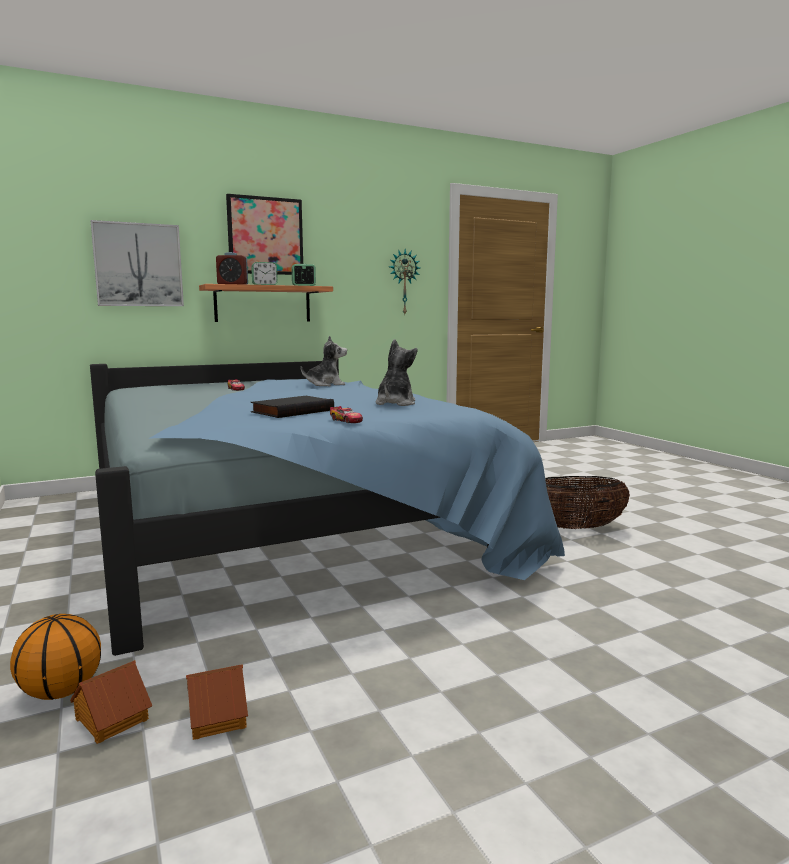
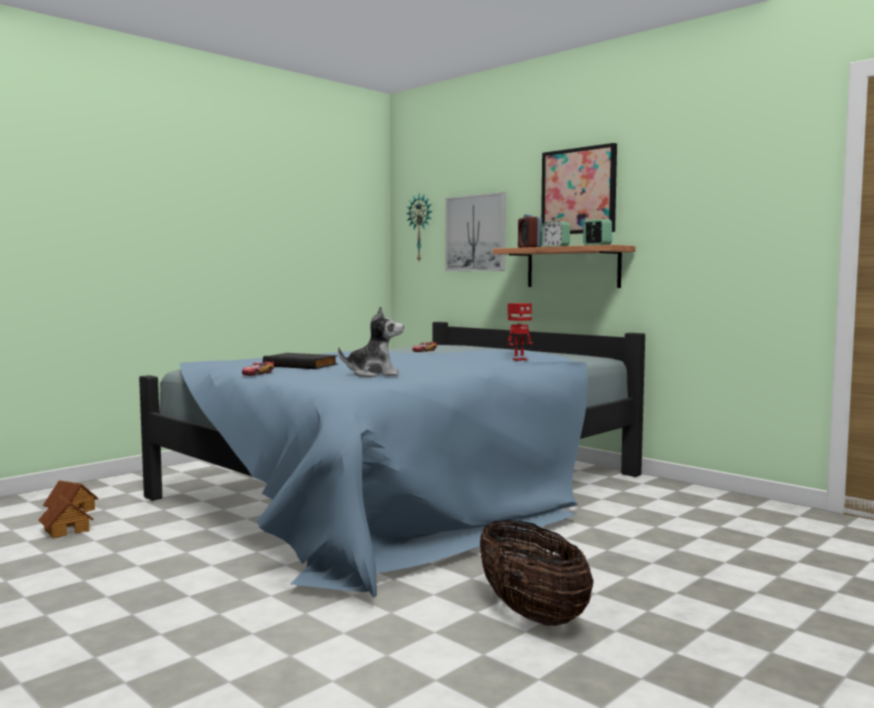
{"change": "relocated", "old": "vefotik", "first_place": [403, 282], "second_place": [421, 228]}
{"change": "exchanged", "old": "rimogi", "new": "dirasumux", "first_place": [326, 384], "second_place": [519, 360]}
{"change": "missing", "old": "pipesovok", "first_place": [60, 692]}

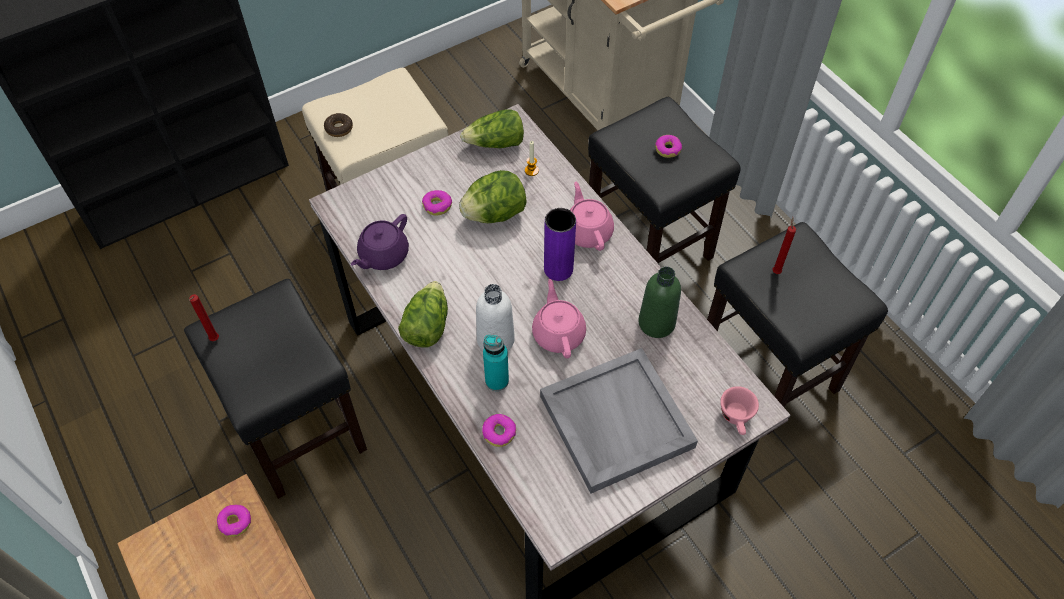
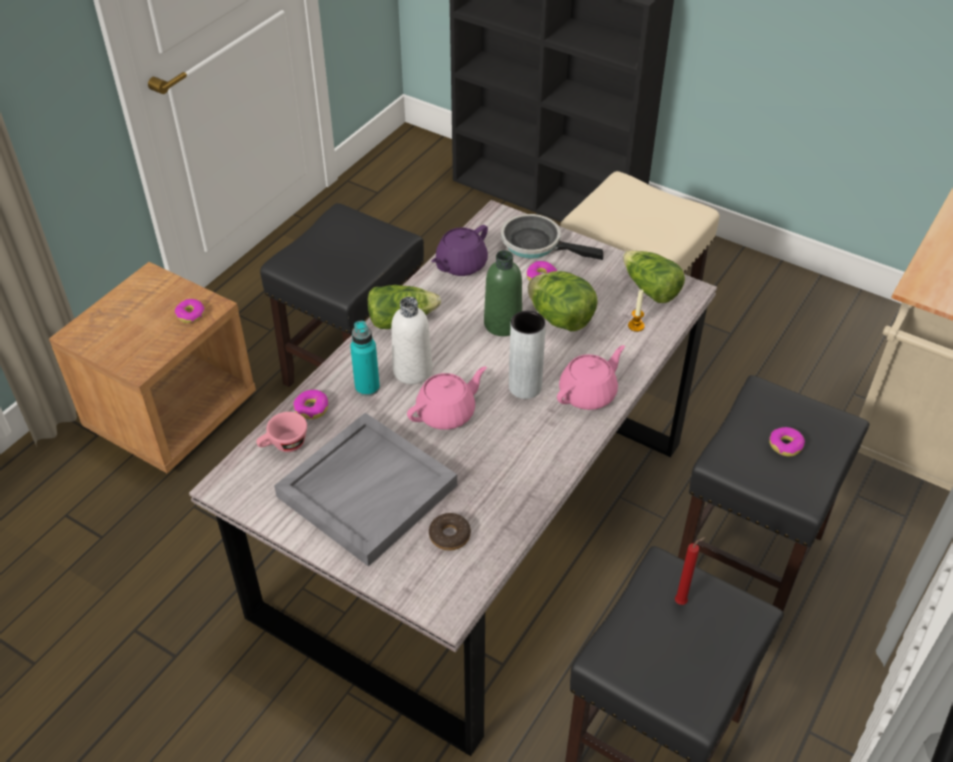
{"change": "relocated", "old": "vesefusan", "first_place": [339, 128], "second_place": [449, 535]}
{"change": "colour", "old": "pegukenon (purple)", "new": "pegukenon (grey)", "first_place": [558, 269], "second_place": [525, 387]}
{"change": "spun", "old": "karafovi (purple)", "first_place": [383, 255], "second_place": [460, 265], "degrees": -60}
{"change": "relocated", "old": "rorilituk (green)", "first_place": [656, 323], "second_place": [502, 324]}
{"change": "missing", "old": "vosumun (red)", "first_place": [214, 340]}
{"change": "relocated", "old": "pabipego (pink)", "first_place": [737, 419], "second_place": [284, 445]}
{"change": "appeared", "new": "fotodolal", "second_place": [536, 244]}

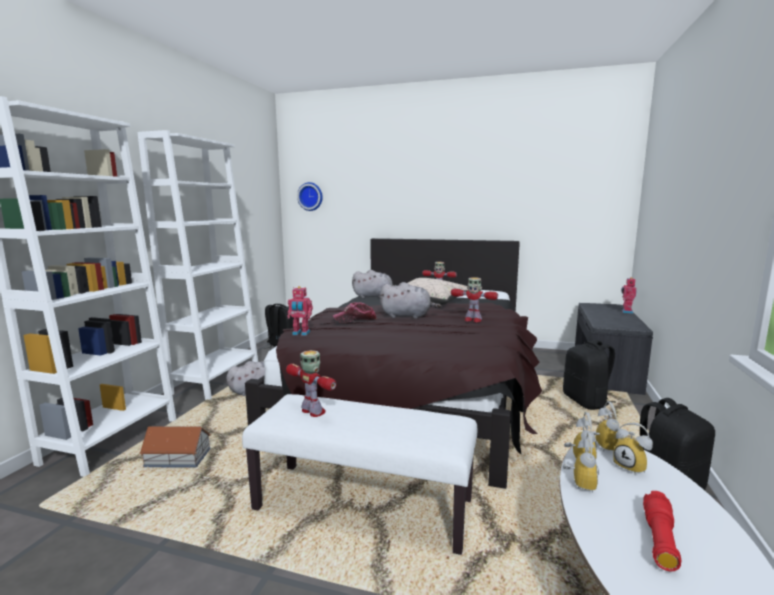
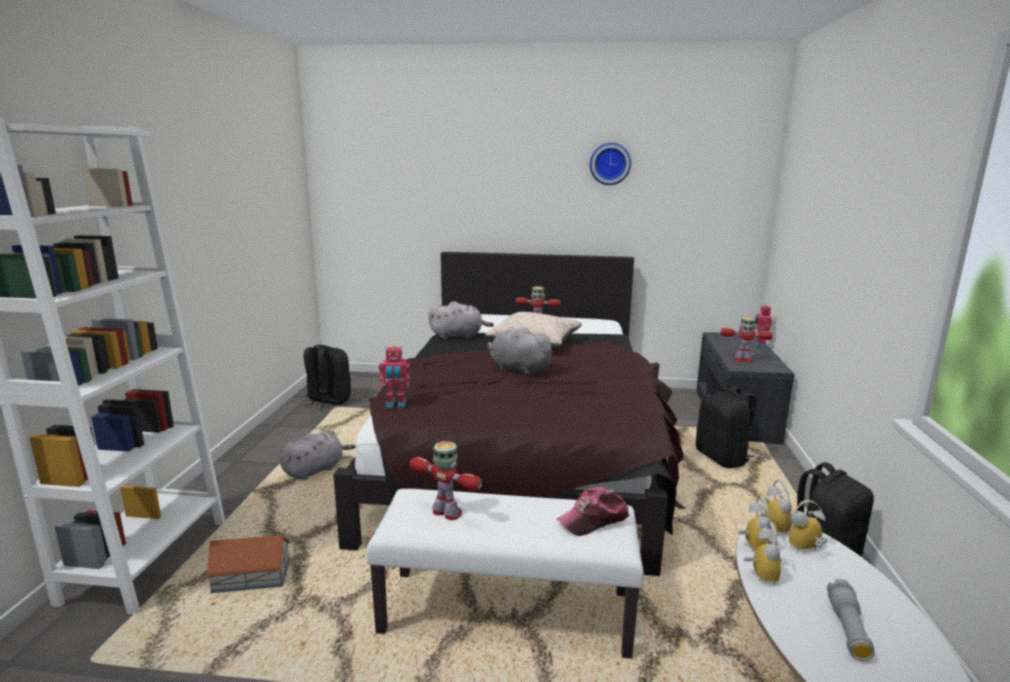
{"change": "missing", "old": "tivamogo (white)", "first_place": [216, 381]}
{"change": "relocated", "old": "vefotik", "first_place": [310, 196], "second_place": [610, 164]}
{"change": "relocated", "old": "dirasumux", "first_place": [472, 320], "second_place": [742, 360]}
{"change": "spun", "old": "rimogi (grey)", "first_place": [408, 316], "second_place": [517, 369], "degrees": -150}
{"change": "relocated", "old": "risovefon", "first_place": [355, 319], "second_place": [593, 519]}
{"change": "spun", "old": "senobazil", "first_place": [632, 467], "second_place": [806, 550], "degrees": 120}
{"change": "colour", "old": "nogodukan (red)", "new": "nogodukan (grey)", "first_place": [659, 539], "second_place": [847, 628]}

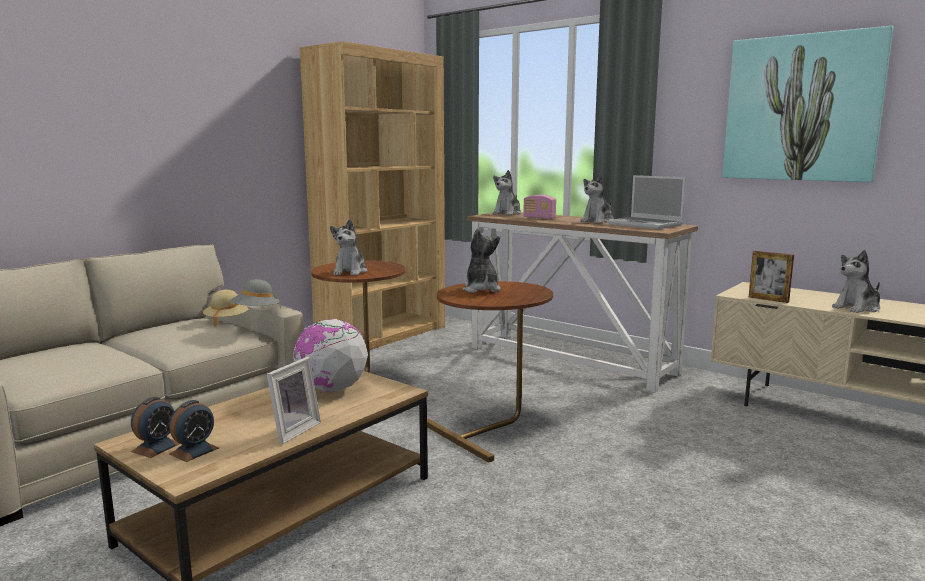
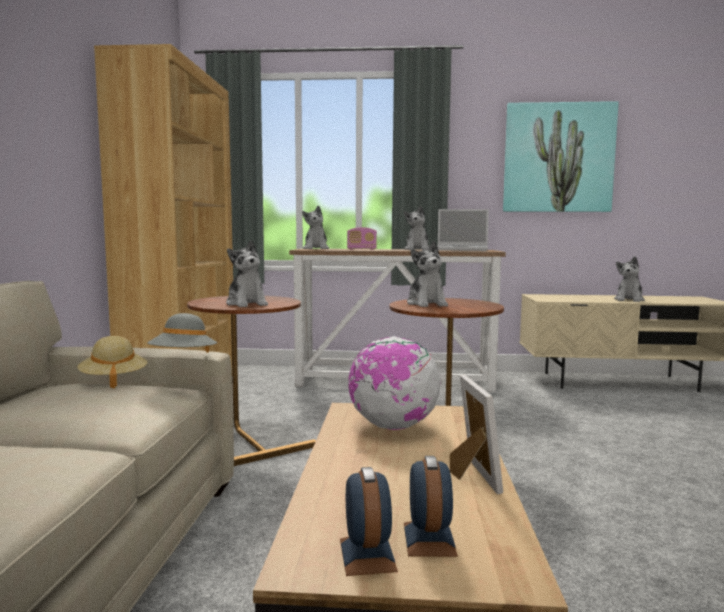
{"change": "spun", "old": "rimogi", "first_place": [481, 289], "second_place": [427, 304], "degrees": -150}
{"change": "missing", "old": "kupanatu", "first_place": [768, 299]}

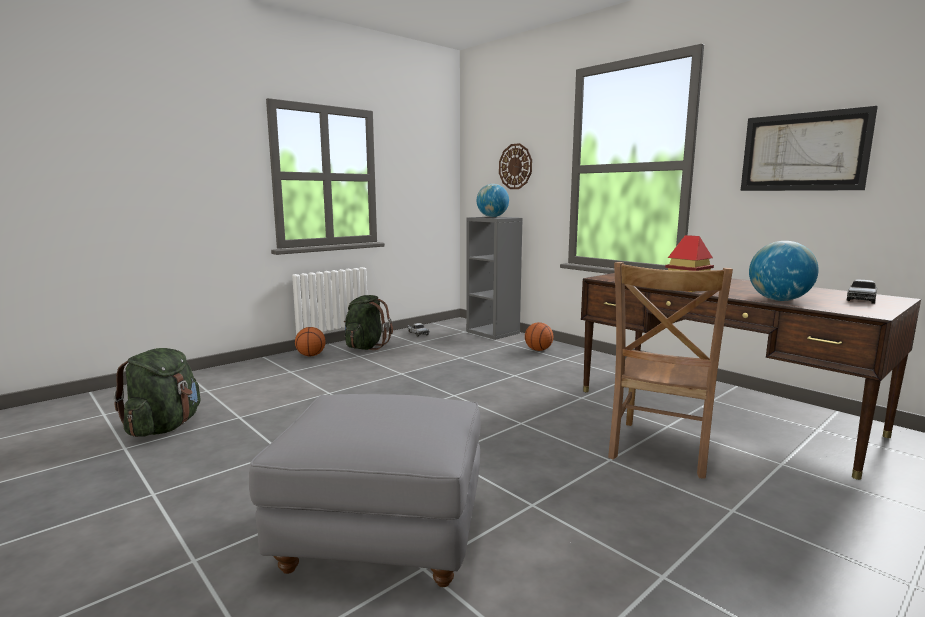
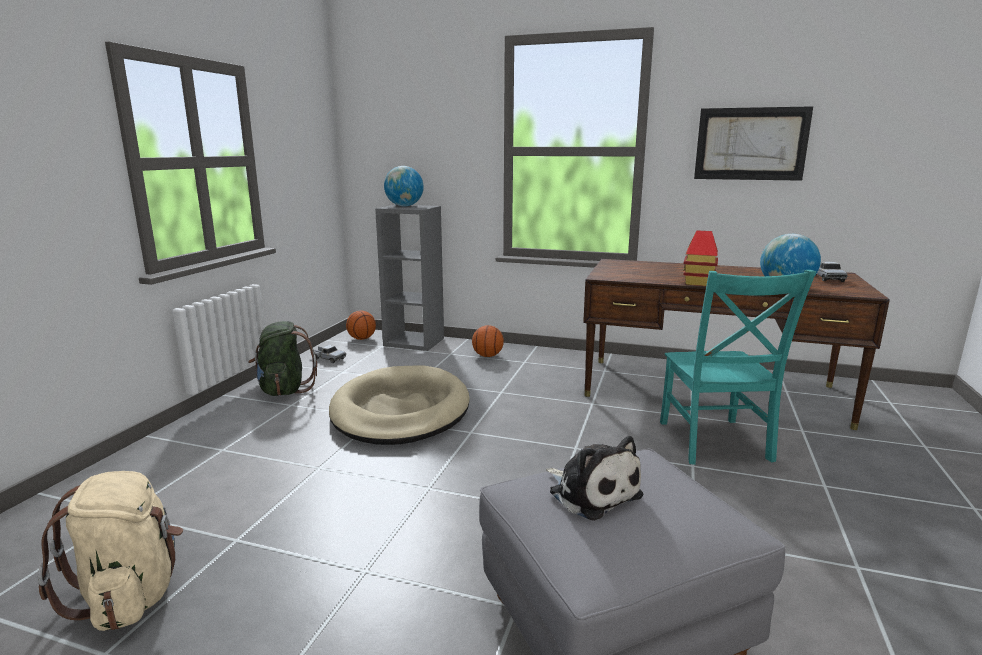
{"change": "missing", "old": "vefotik", "first_place": [515, 166]}
{"change": "colour", "old": "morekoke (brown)", "new": "morekoke (turquoise)", "first_place": [659, 450], "second_place": [715, 443]}
{"change": "relocated", "old": "pipesovok", "first_place": [311, 355], "second_place": [362, 339]}
{"change": "colour", "old": "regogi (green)", "new": "regogi (beige)", "first_place": [164, 427], "second_place": [131, 595]}
{"change": "appeared", "new": "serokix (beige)", "second_place": [401, 411]}
{"change": "appeared", "new": "rimogi", "second_place": [592, 492]}

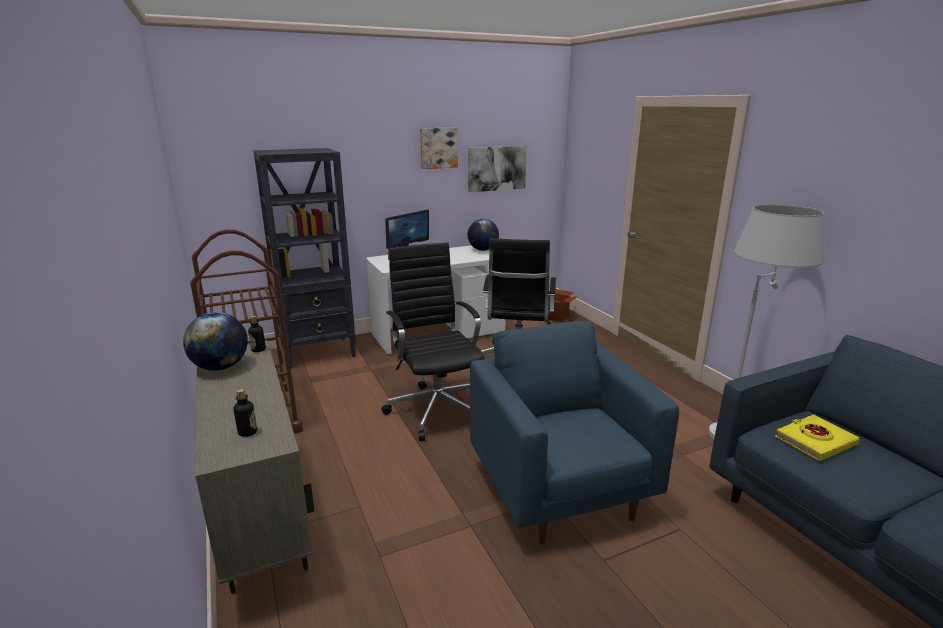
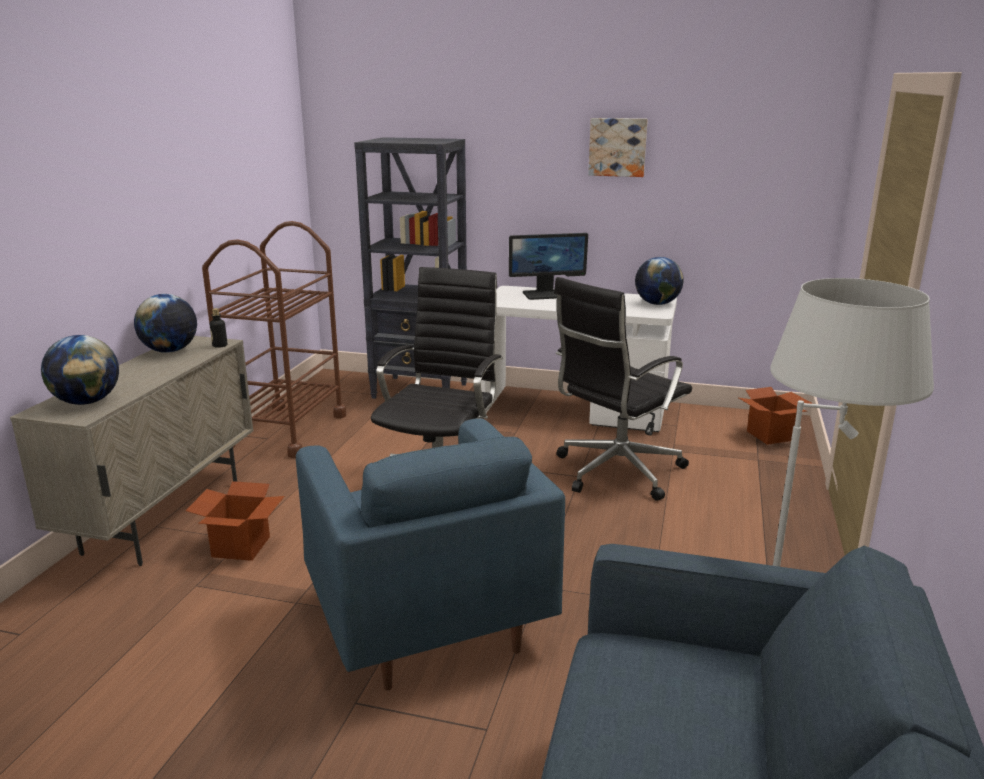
{"change": "missing", "old": "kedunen", "first_place": [496, 168]}
{"change": "spun", "old": "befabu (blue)", "first_place": [560, 491], "second_place": [426, 620], "degrees": 135}
{"change": "exchanged", "old": "rorilituk", "new": "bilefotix", "first_place": [247, 432], "second_place": [87, 402]}
{"change": "missing", "old": "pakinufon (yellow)", "first_place": [814, 441]}
{"change": "appeared", "new": "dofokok", "second_place": [241, 546]}

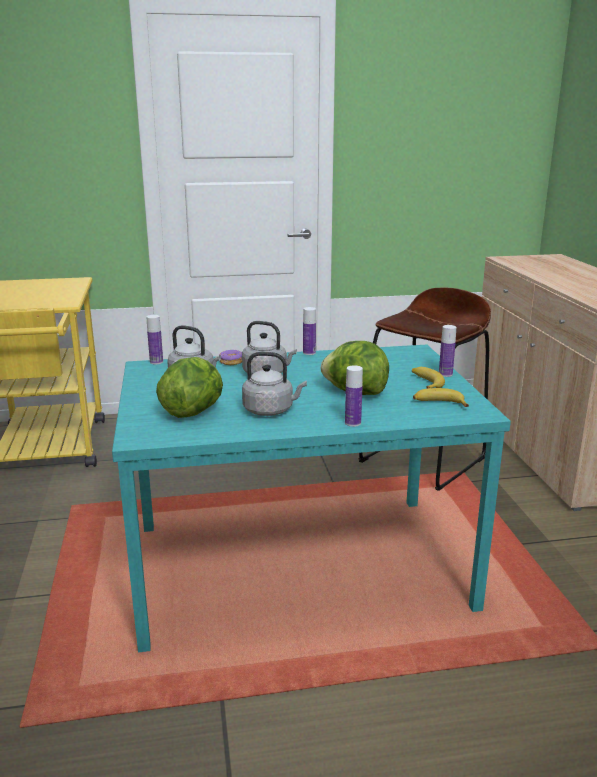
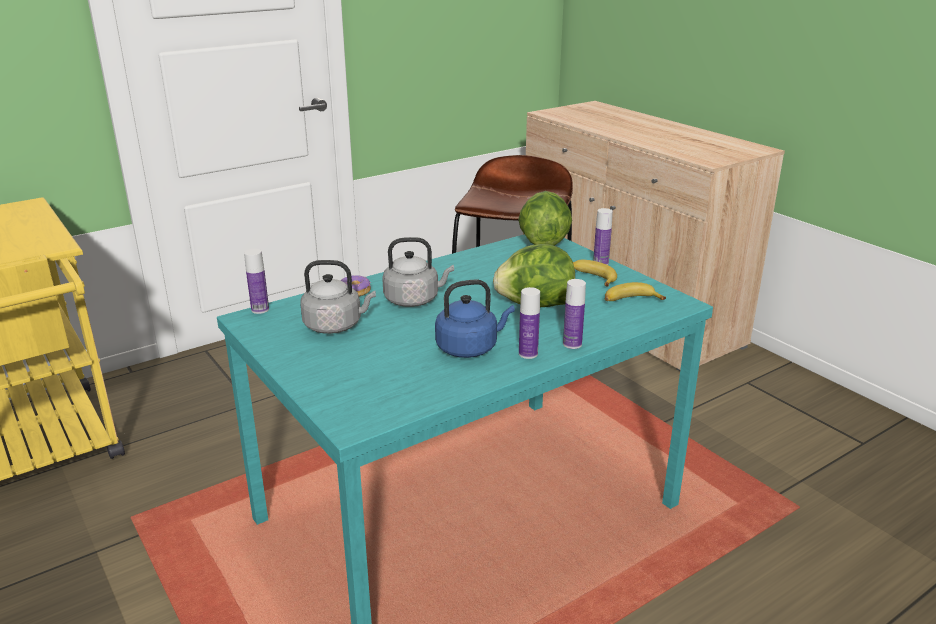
{"change": "relocated", "old": "rorilituk", "first_place": [309, 353], "second_place": [528, 354]}
{"change": "colour", "old": "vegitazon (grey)", "new": "vegitazon (blue)", "first_place": [271, 410], "second_place": [470, 348]}
{"change": "relocated", "old": "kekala", "first_place": [194, 411], "second_place": [543, 242]}

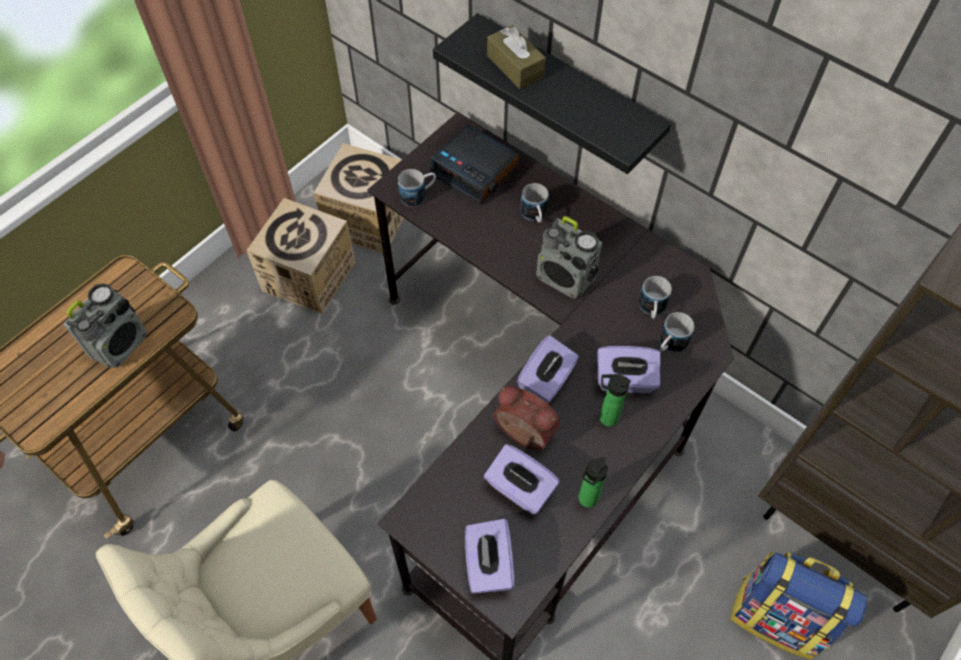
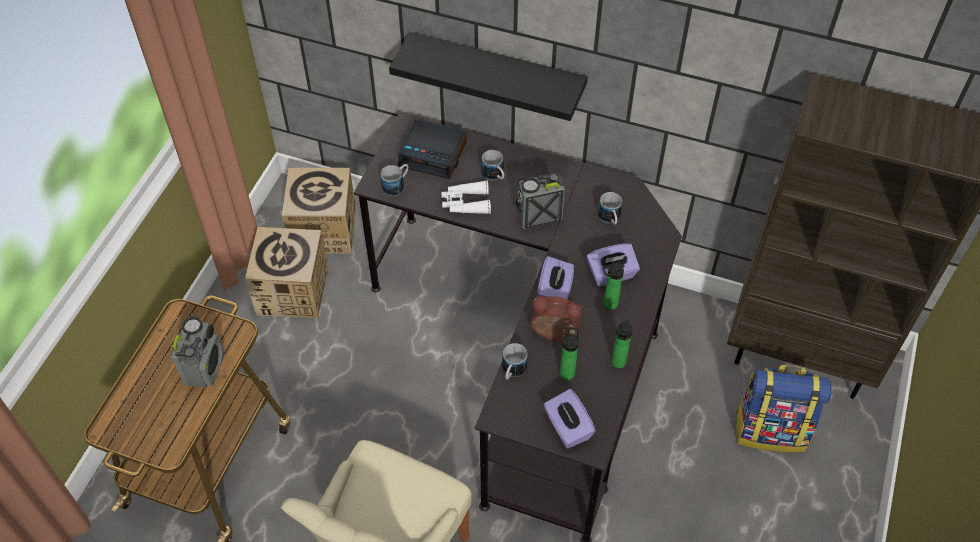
{"change": "missing", "old": "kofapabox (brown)", "first_place": [515, 66]}
{"change": "spun", "old": "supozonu", "first_place": [565, 279], "second_place": [538, 215], "degrees": 150}
{"change": "relocated", "old": "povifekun", "first_place": [669, 344], "second_place": [512, 371]}
{"change": "exchanged", "old": "kofapabox (purple)", "new": "rorilituk", "first_place": [520, 489], "second_place": [567, 371]}
{"change": "appeared", "new": "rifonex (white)", "second_place": [465, 203]}

